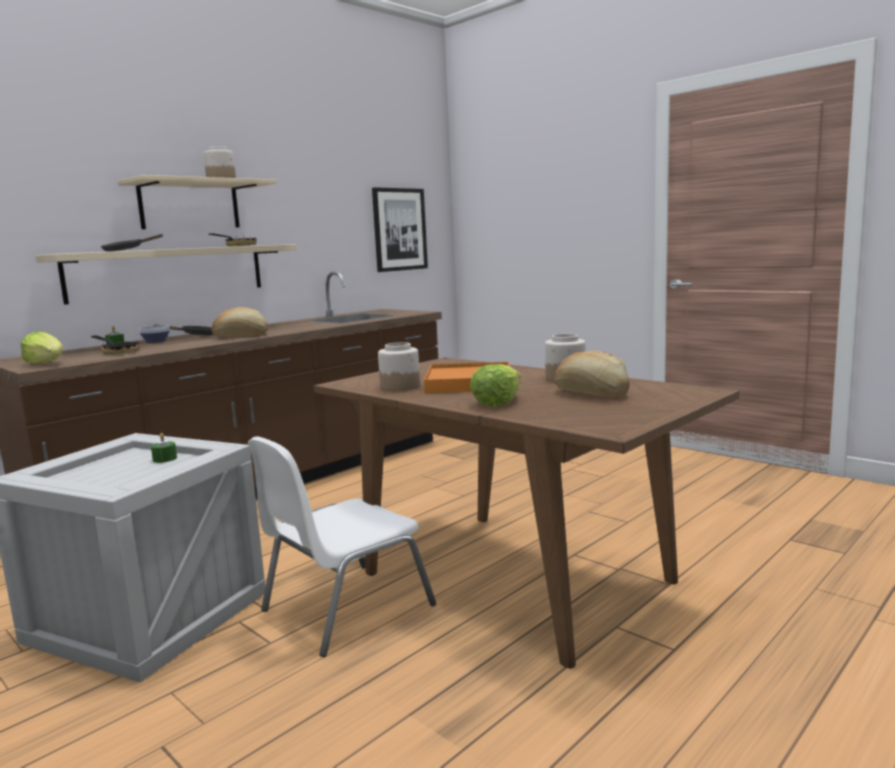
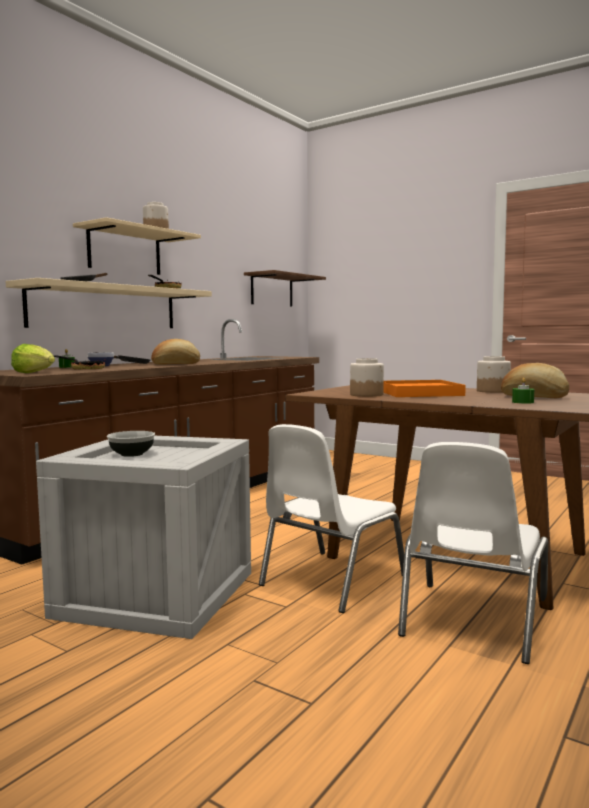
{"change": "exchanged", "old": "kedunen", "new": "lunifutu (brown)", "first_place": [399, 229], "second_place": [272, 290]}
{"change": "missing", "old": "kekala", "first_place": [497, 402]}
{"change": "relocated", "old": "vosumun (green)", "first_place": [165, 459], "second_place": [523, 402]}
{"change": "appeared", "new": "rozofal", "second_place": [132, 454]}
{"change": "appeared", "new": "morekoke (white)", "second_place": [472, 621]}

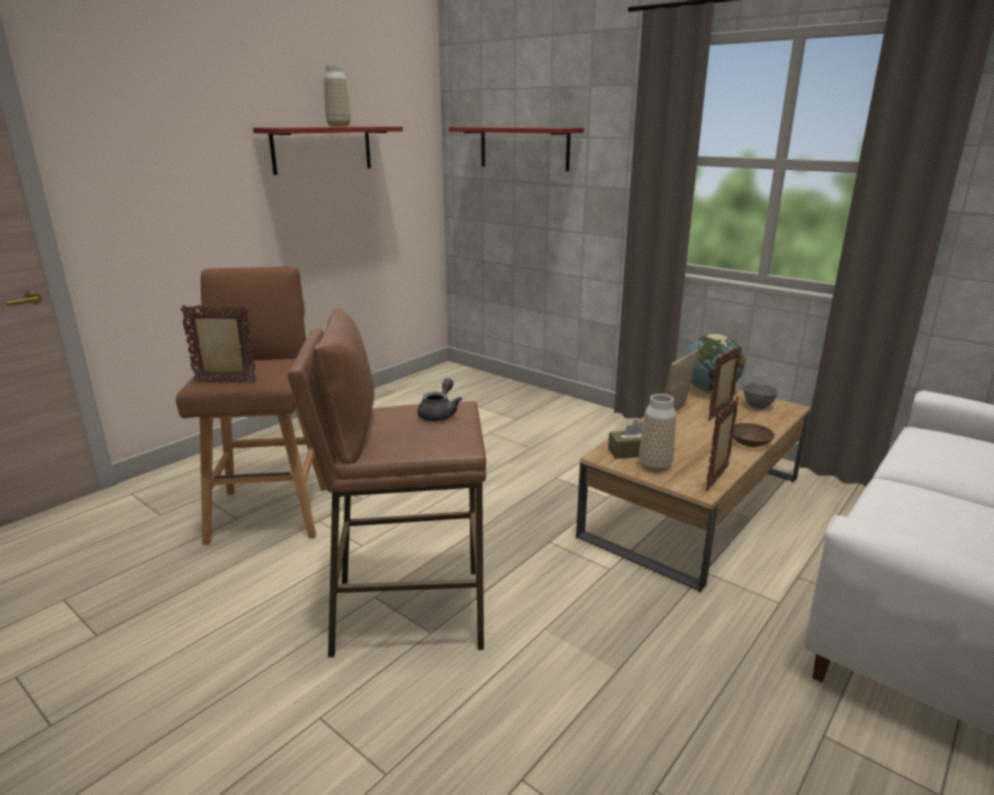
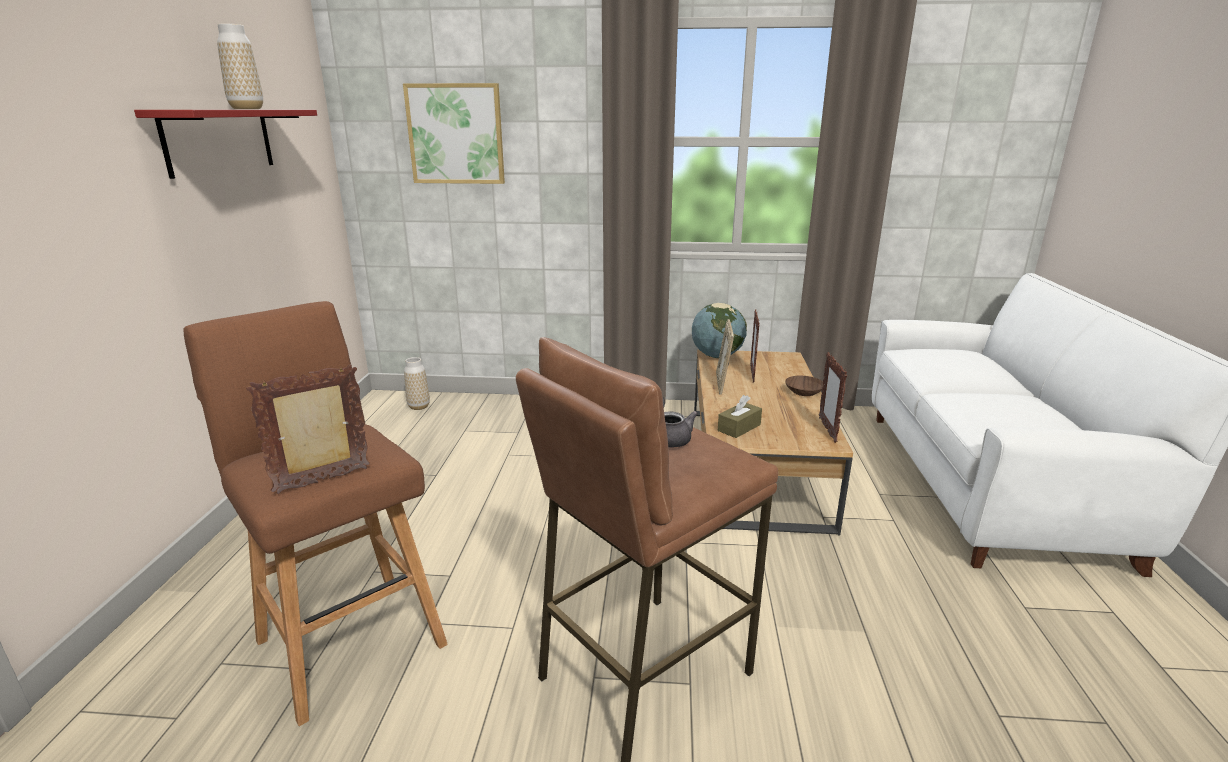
{"change": "exchanged", "old": "lunifutu (red)", "new": "kedunen", "first_place": [524, 148], "second_place": [456, 134]}
{"change": "missing", "old": "rozofal (grey)", "first_place": [757, 406]}
{"change": "relocated", "old": "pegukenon", "first_place": [655, 467], "second_place": [419, 406]}

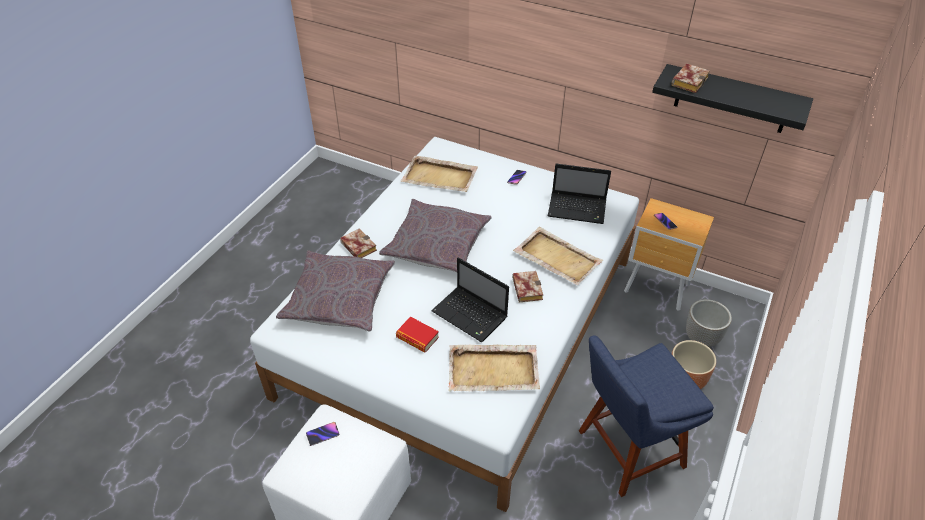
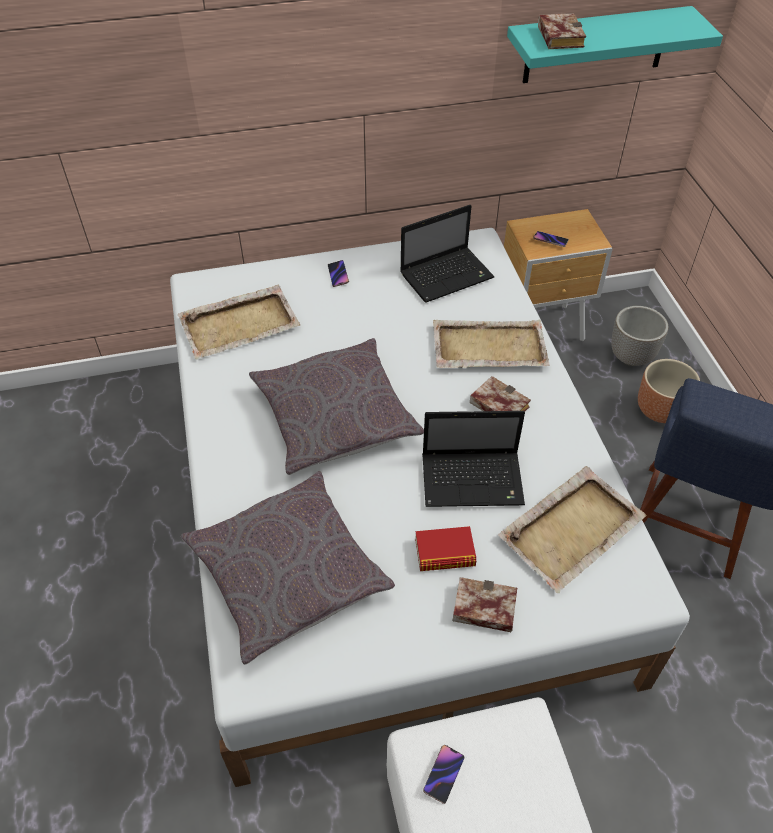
{"change": "colour", "old": "lunifutu (black)", "new": "lunifutu (turquoise)", "first_place": [732, 99], "second_place": [595, 45]}
{"change": "relocated", "old": "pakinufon", "first_place": [357, 246], "second_place": [481, 609]}

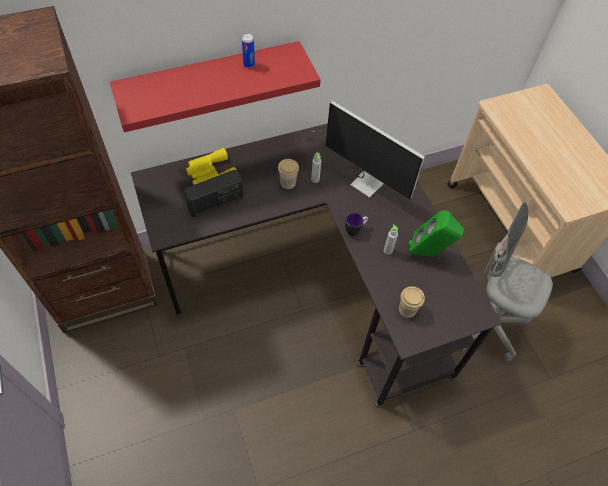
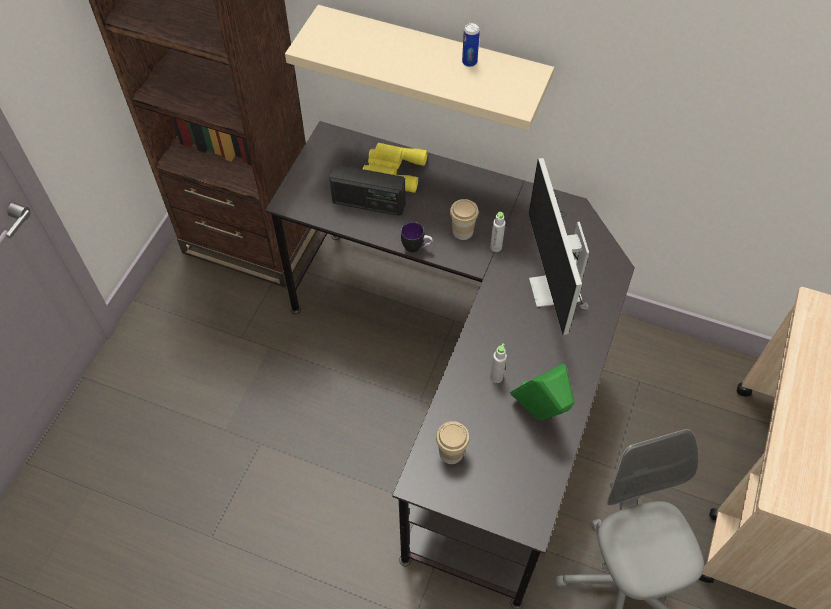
{"change": "colour", "old": "lunifutu (red)", "new": "lunifutu (beige)", "first_place": [210, 80], "second_place": [432, 60]}
{"change": "relocated", "old": "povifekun", "first_place": [355, 230], "second_place": [416, 248]}

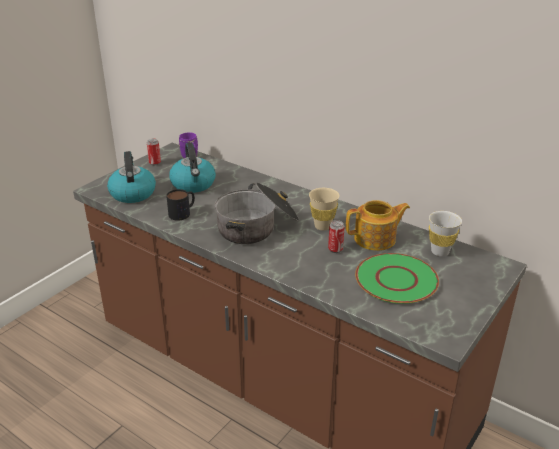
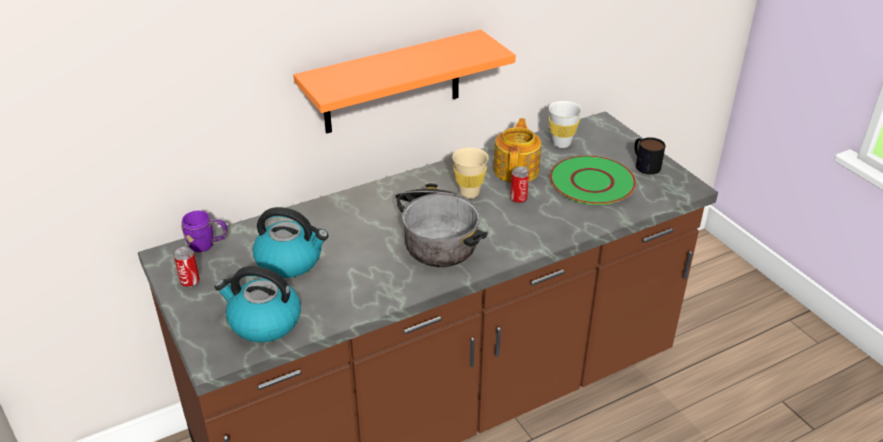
{"change": "relocated", "old": "povifekun", "first_place": [183, 212], "second_place": [644, 164]}
{"change": "appeared", "new": "lunifutu (orange)", "second_place": [392, 83]}

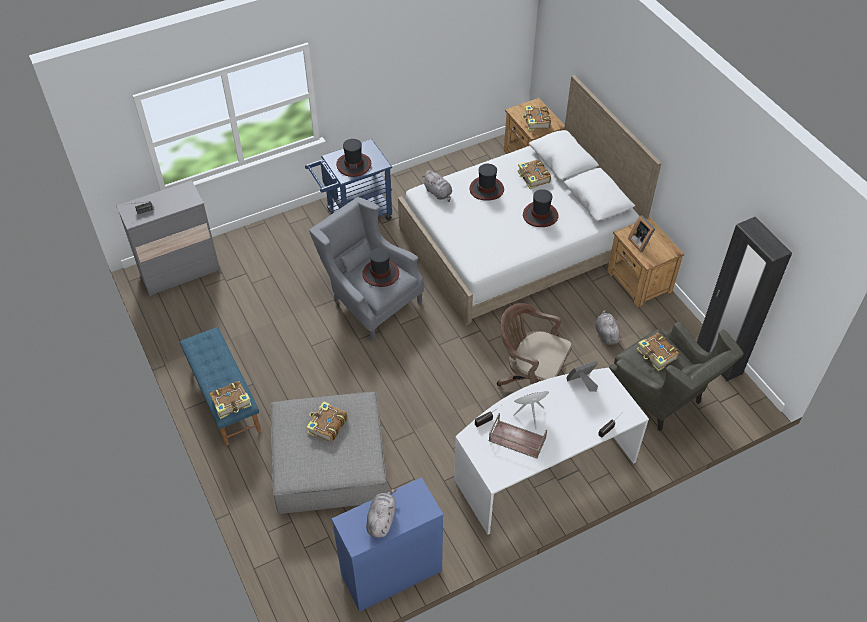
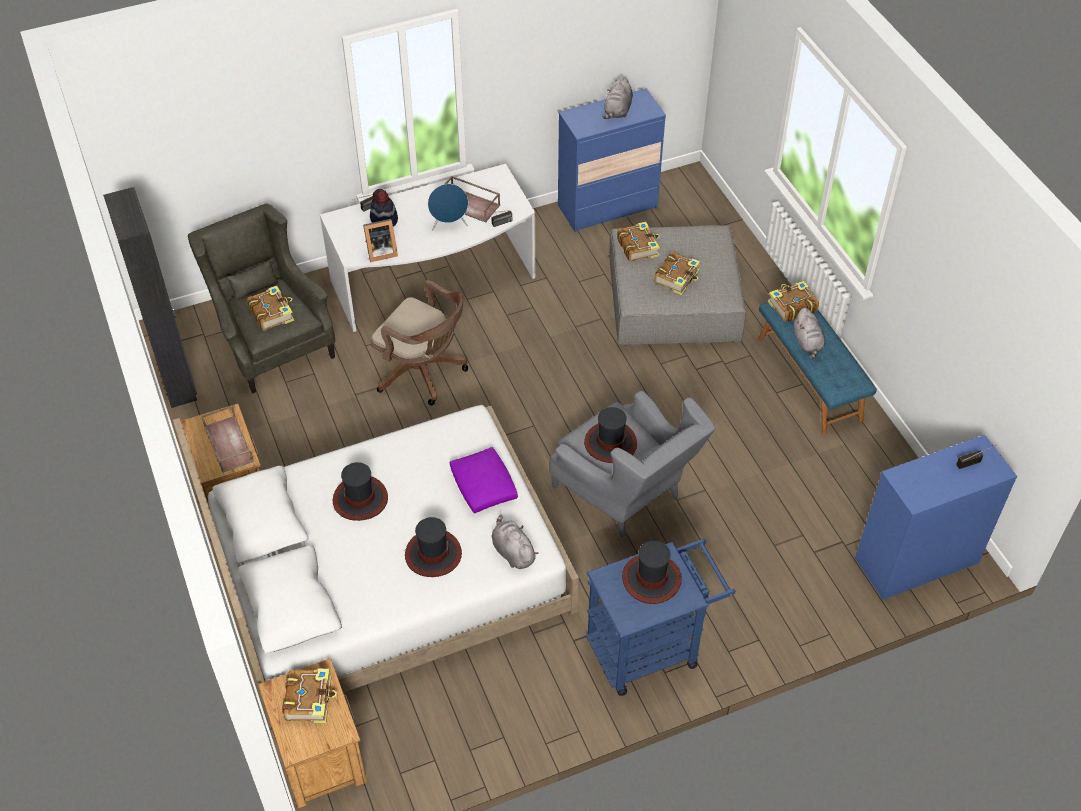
{"change": "relocated", "old": "pakinufon", "first_place": [533, 178], "second_place": [638, 247]}
{"change": "colour", "old": "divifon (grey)", "new": "divifon (blue)", "first_place": [180, 272], "second_place": [916, 561]}
{"change": "exchanged", "old": "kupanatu", "new": "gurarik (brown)", "first_place": [640, 242], "second_place": [227, 444]}
{"change": "relocated", "old": "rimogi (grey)", "first_place": [606, 334], "second_place": [807, 343]}
{"change": "appeared", "new": "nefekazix", "second_place": [384, 219]}
{"change": "appeared", "new": "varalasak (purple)", "second_place": [483, 485]}

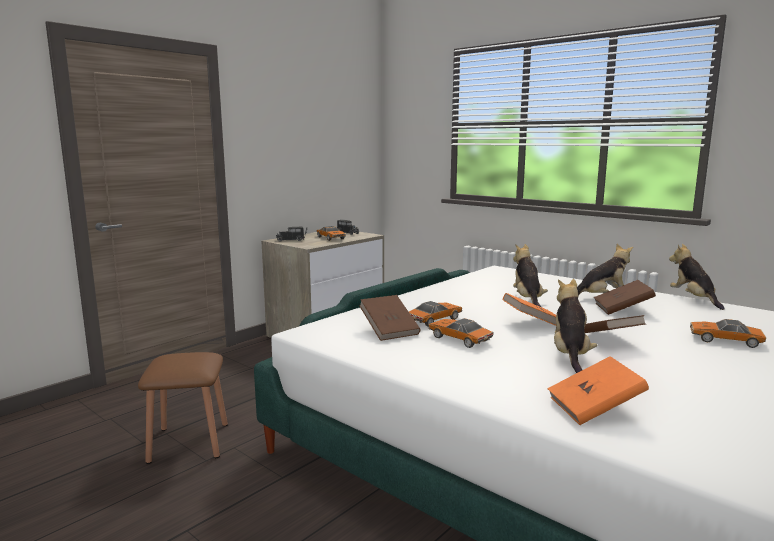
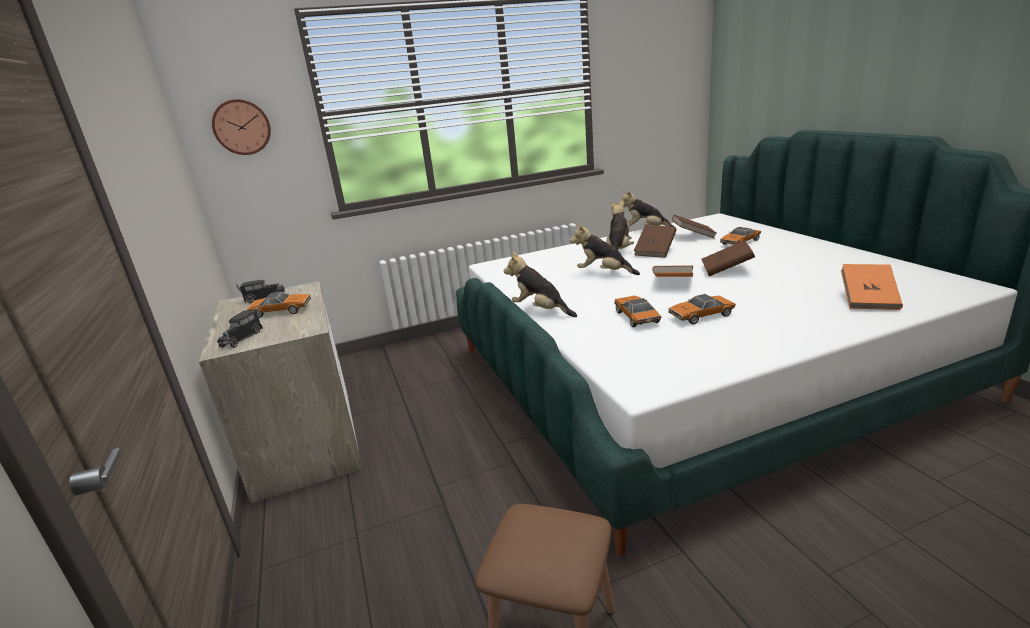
{"change": "relocated", "old": "rimogi", "first_place": [570, 355], "second_place": [540, 310]}
{"change": "relocated", "old": "pakinufon (brown)", "first_place": [389, 330], "second_place": [693, 236]}
{"change": "appeared", "new": "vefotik", "second_place": [242, 127]}

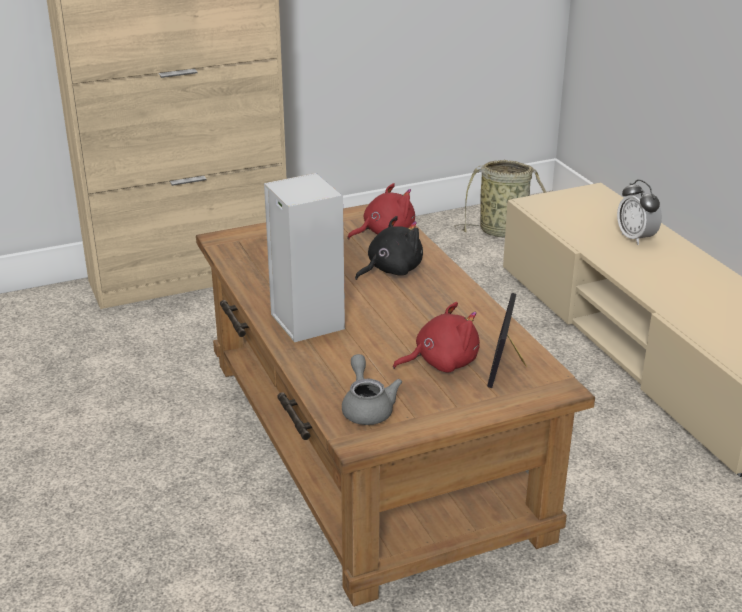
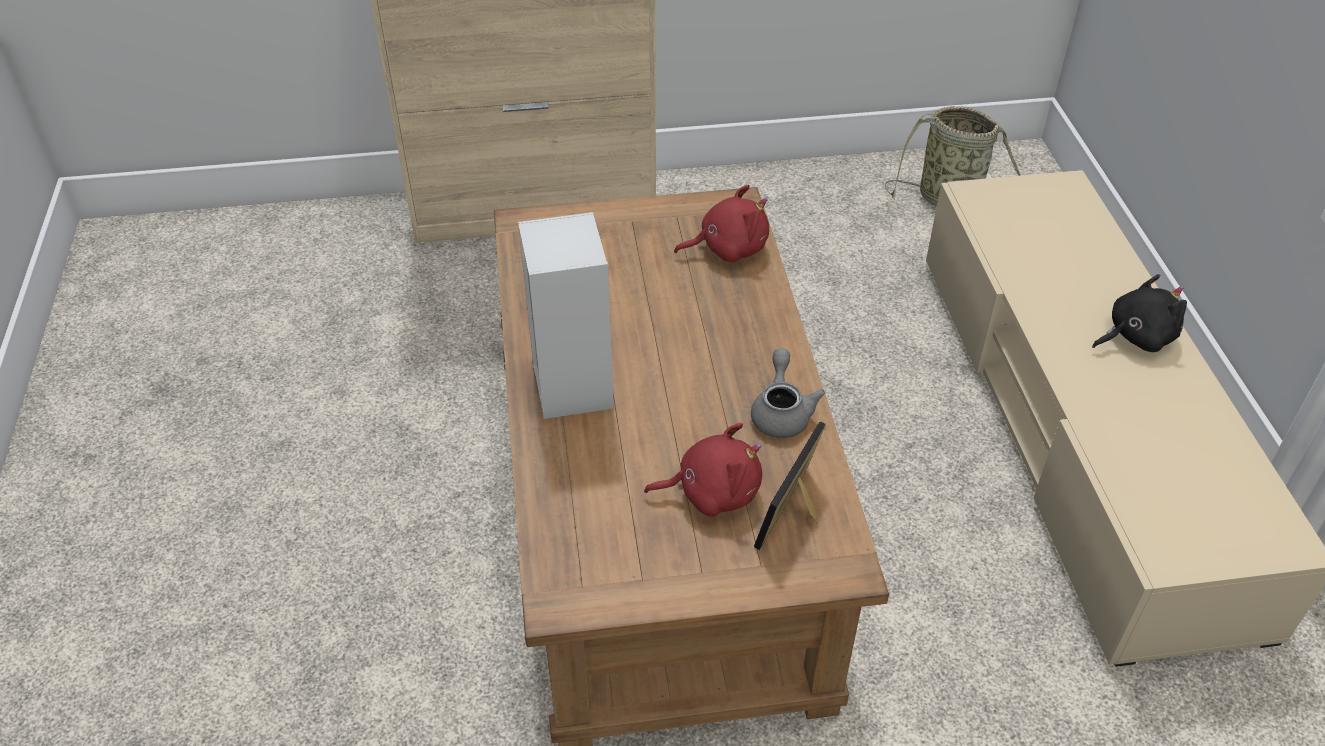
{"change": "missing", "old": "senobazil", "first_place": [636, 238]}
{"change": "relocated", "old": "rimogi (black)", "first_place": [391, 270], "second_place": [1135, 336]}
{"change": "relocated", "old": "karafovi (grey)", "first_place": [367, 408], "second_place": [781, 412]}

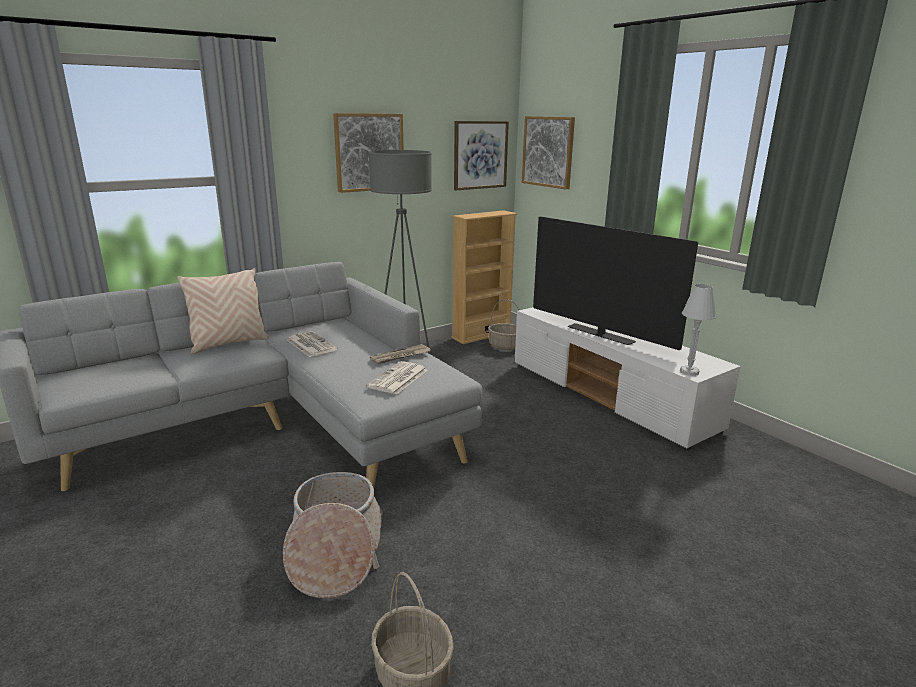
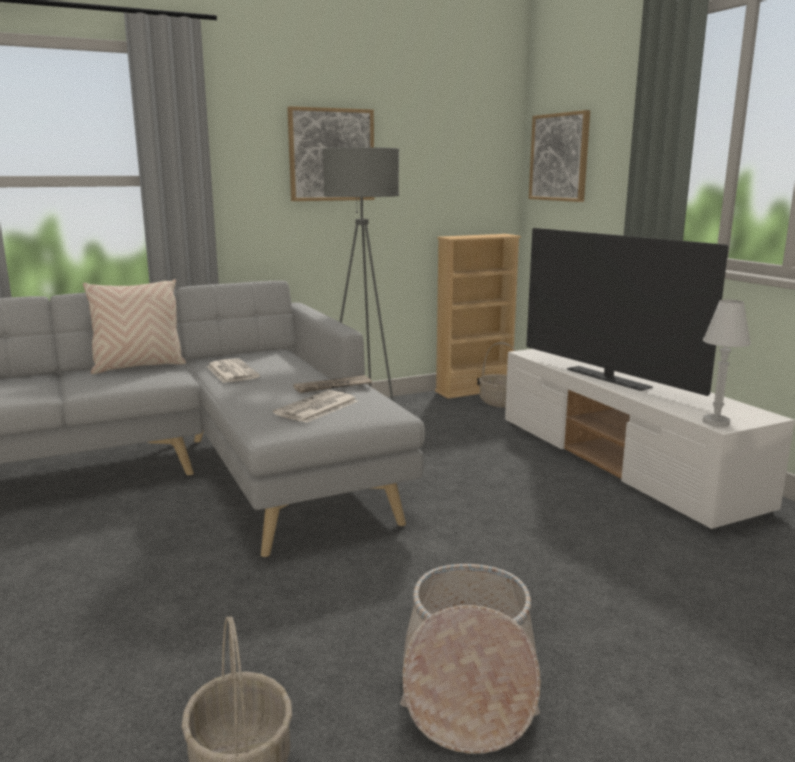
{"change": "missing", "old": "kedunen", "first_place": [480, 155]}
{"change": "relocated", "old": "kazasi", "first_place": [335, 552], "second_place": [468, 683]}

